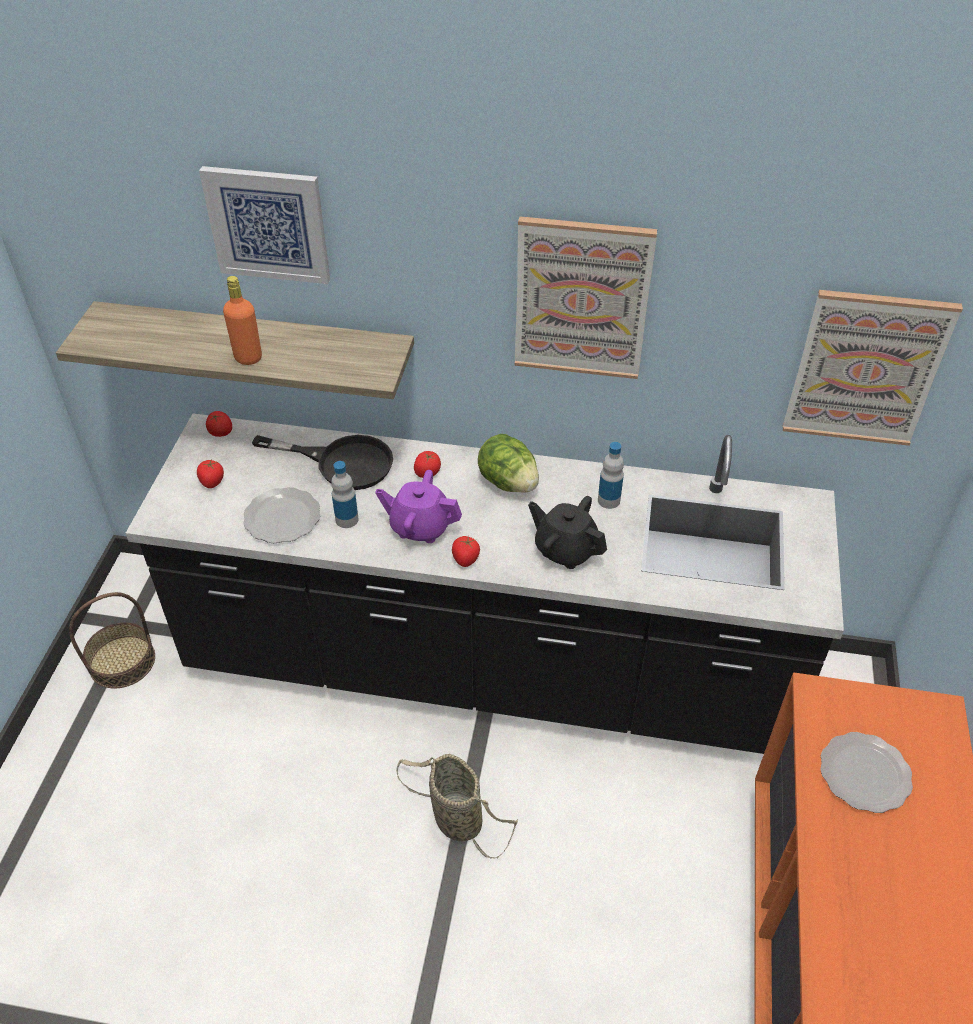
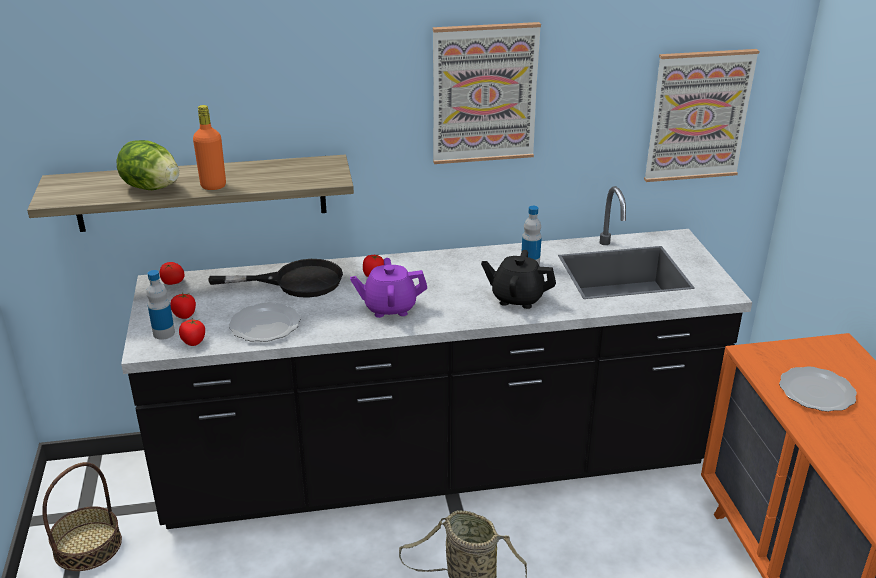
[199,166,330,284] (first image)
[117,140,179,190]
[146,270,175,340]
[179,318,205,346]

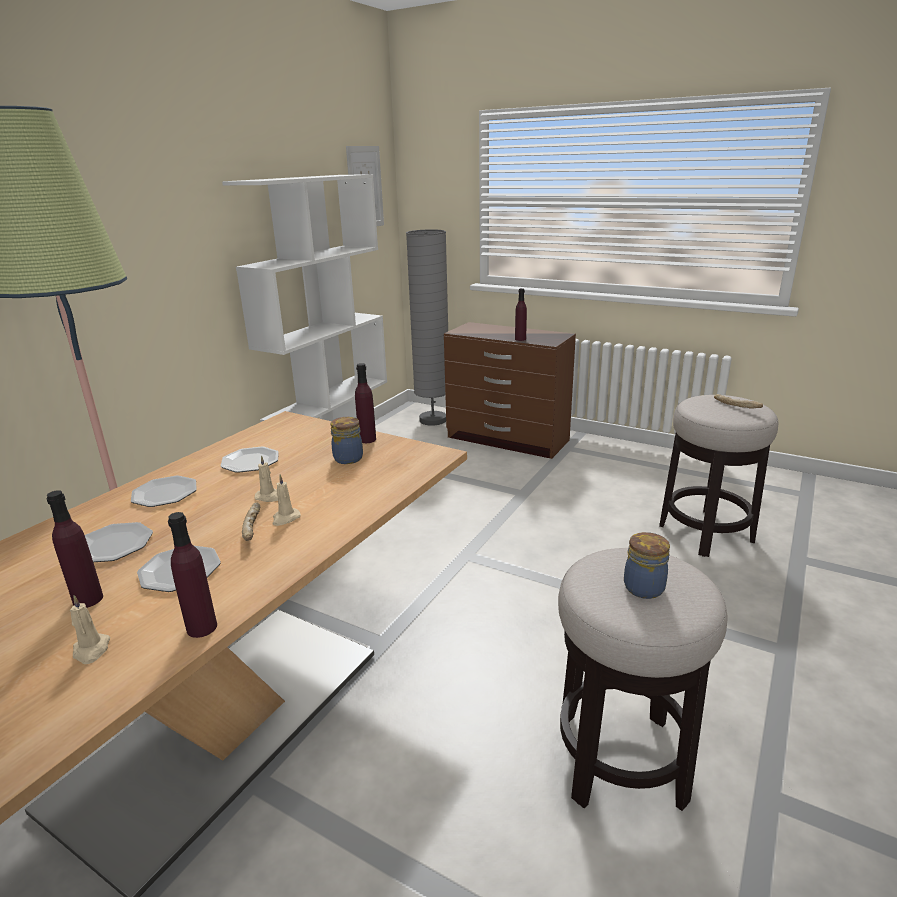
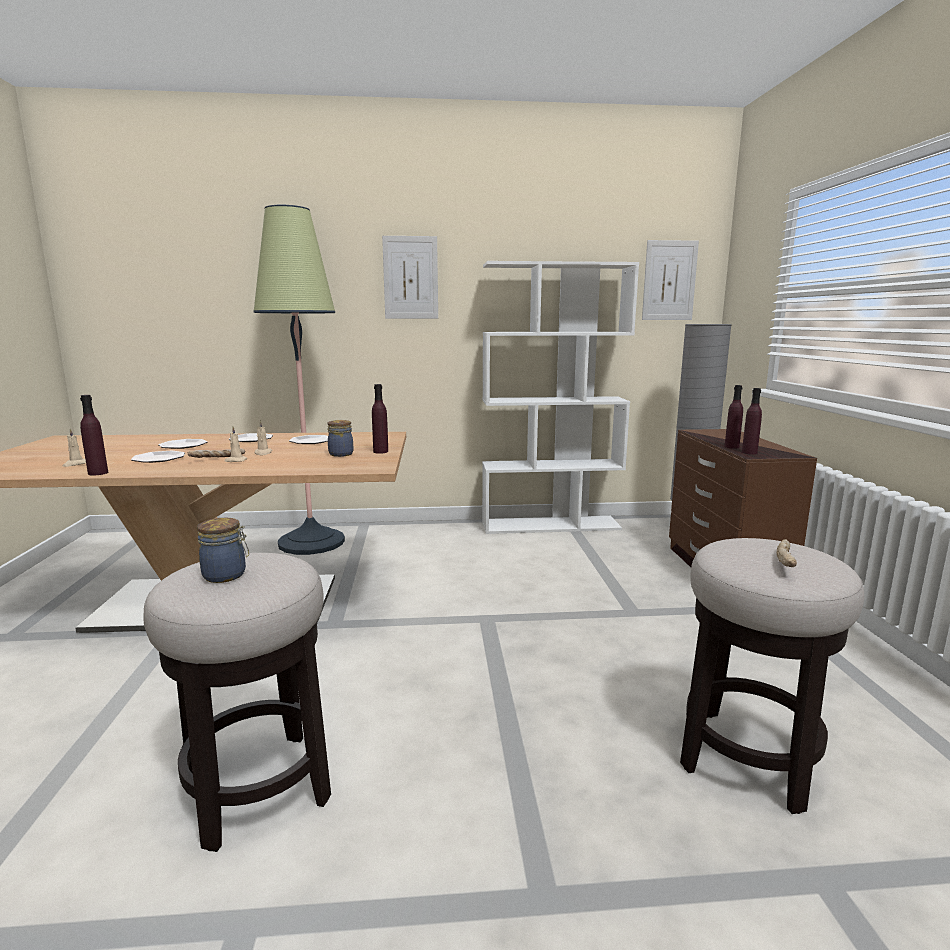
[742,388,762,454]
[382,236,438,319]

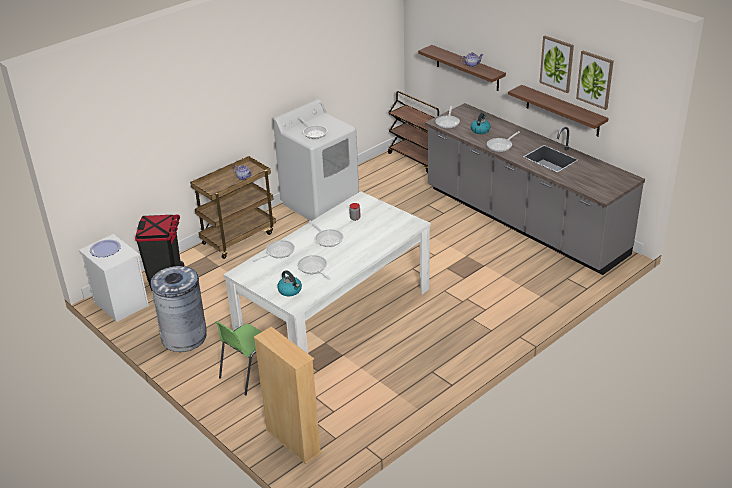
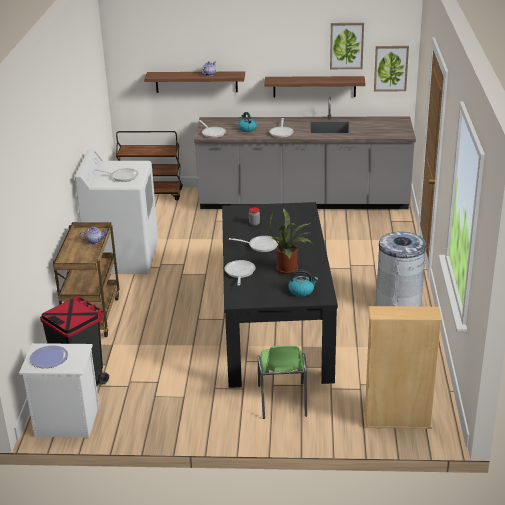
[374,46,409,92]
[222,202,338,388]
[269,208,312,274]
[376,232,426,307]

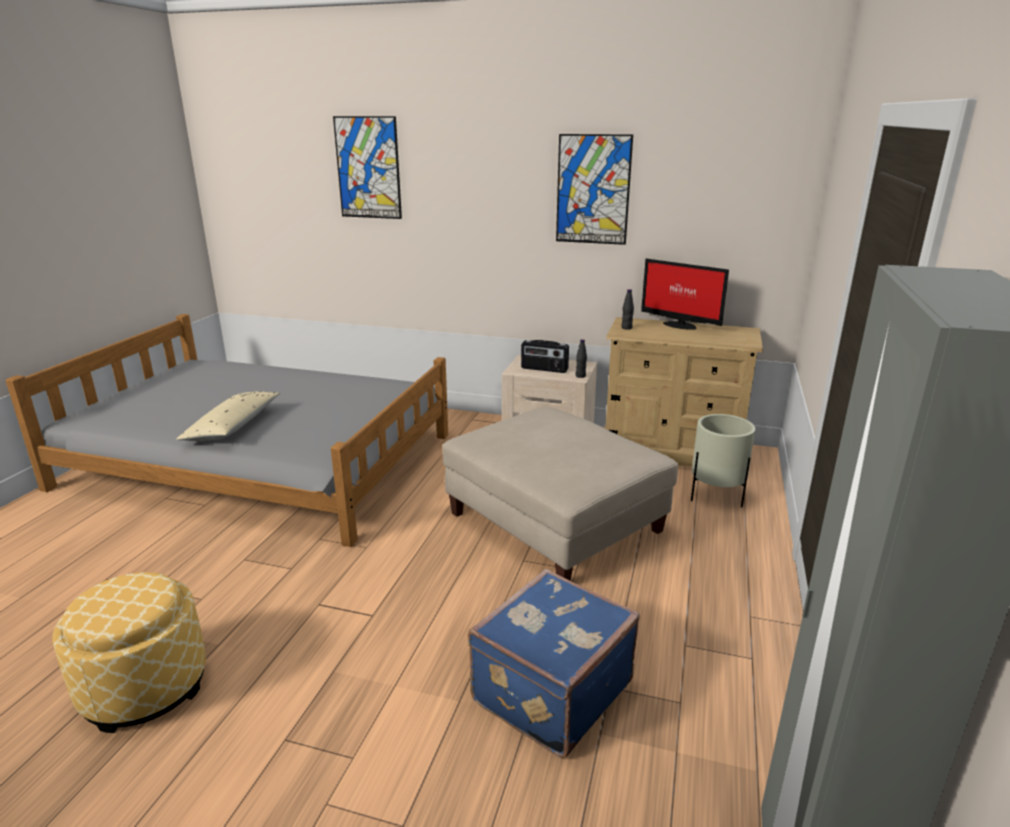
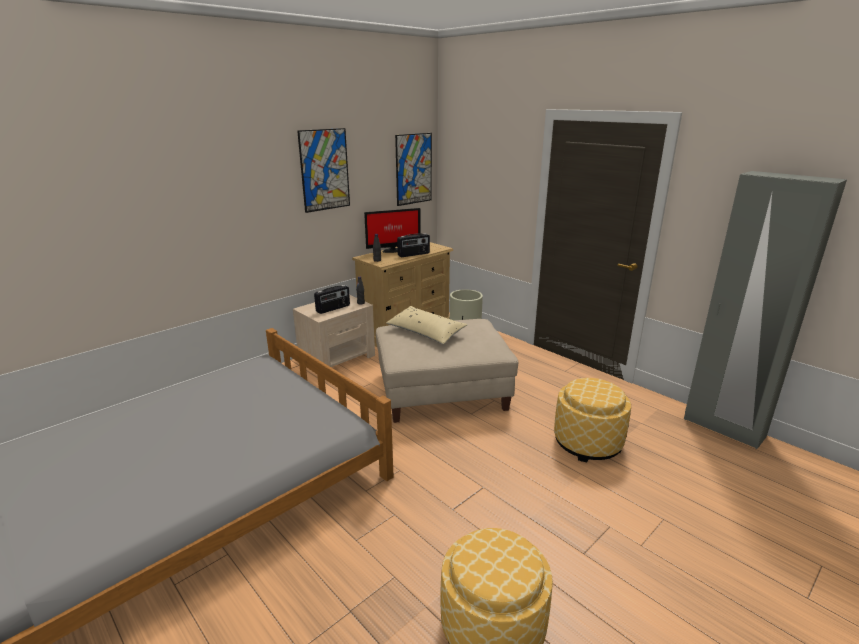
[395,133,432,206]
[386,306,467,344]
[554,378,631,462]
[397,233,430,257]

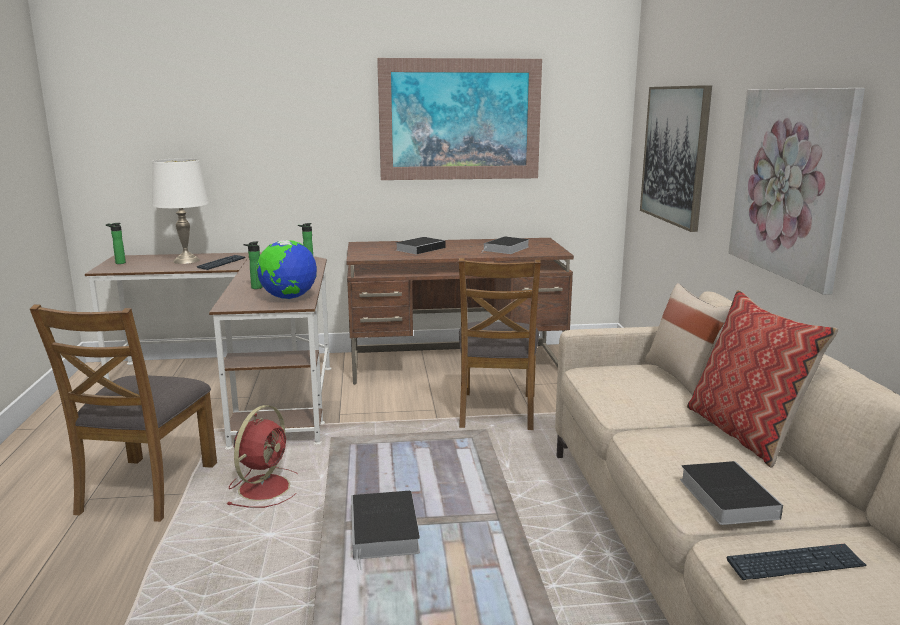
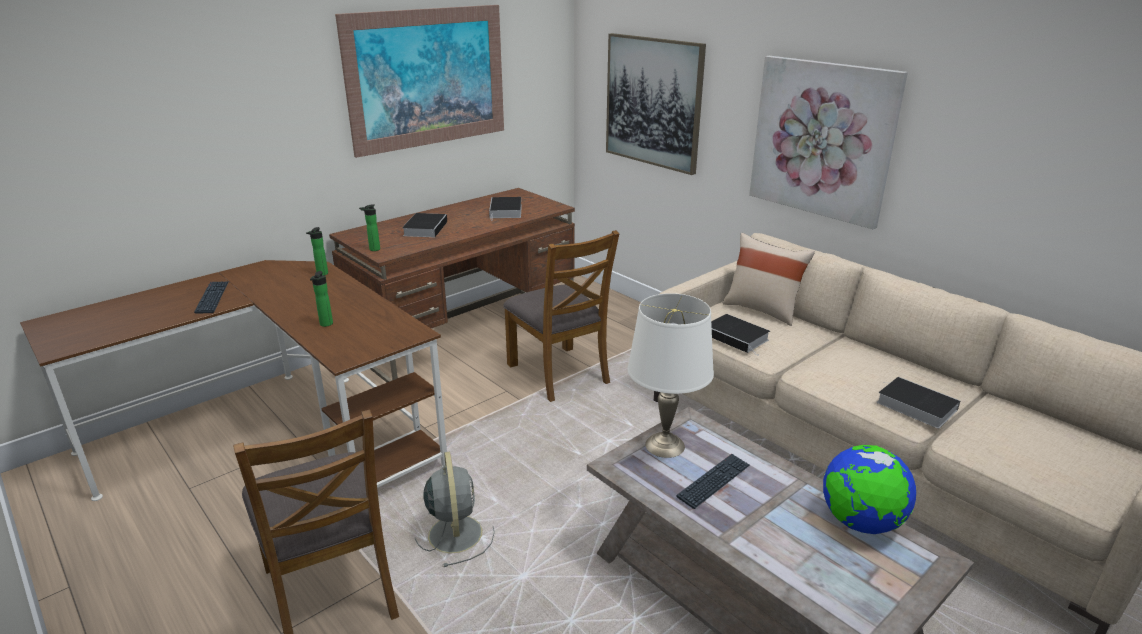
[627,293,714,458]
[359,205,380,251]
[823,445,916,534]
[687,290,838,468] (first image)
[415,452,495,567]
[711,314,770,356]
[676,454,750,509]

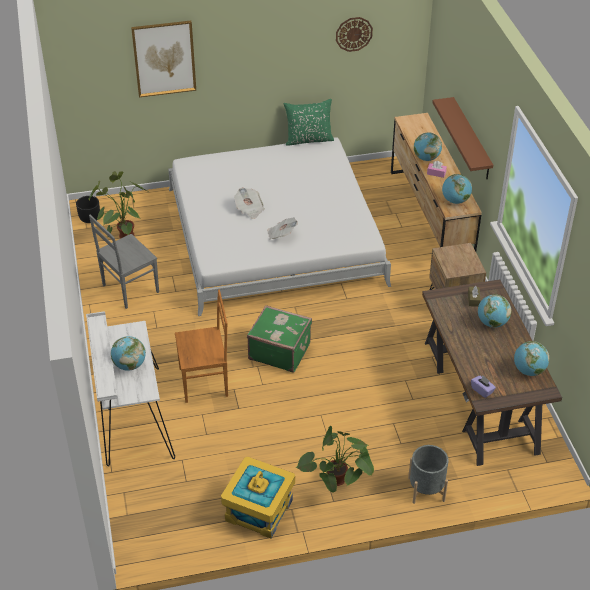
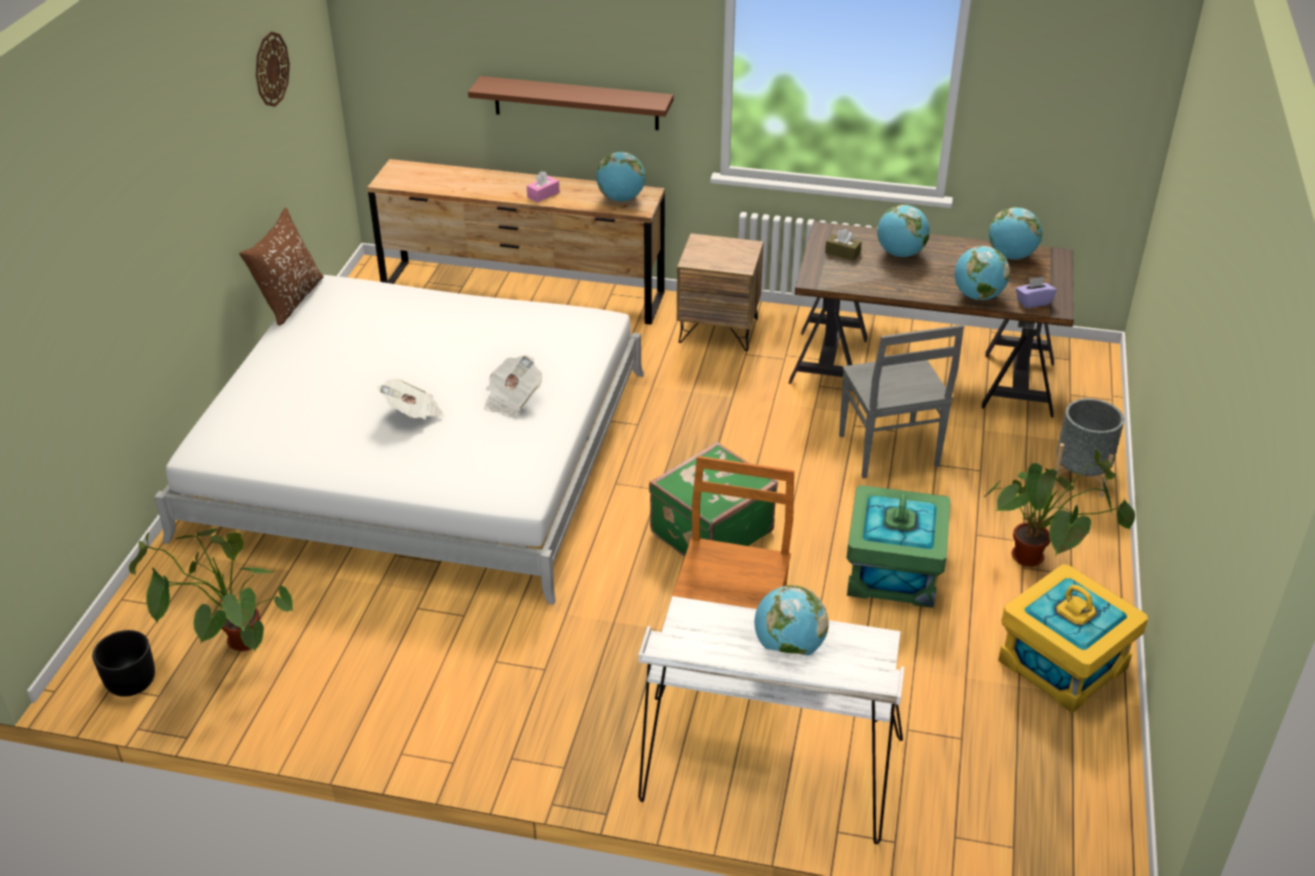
[131,21,196,97] (first image)
[239,208,324,326]
[955,246,1010,300]
[839,325,964,479]
[846,485,951,608]

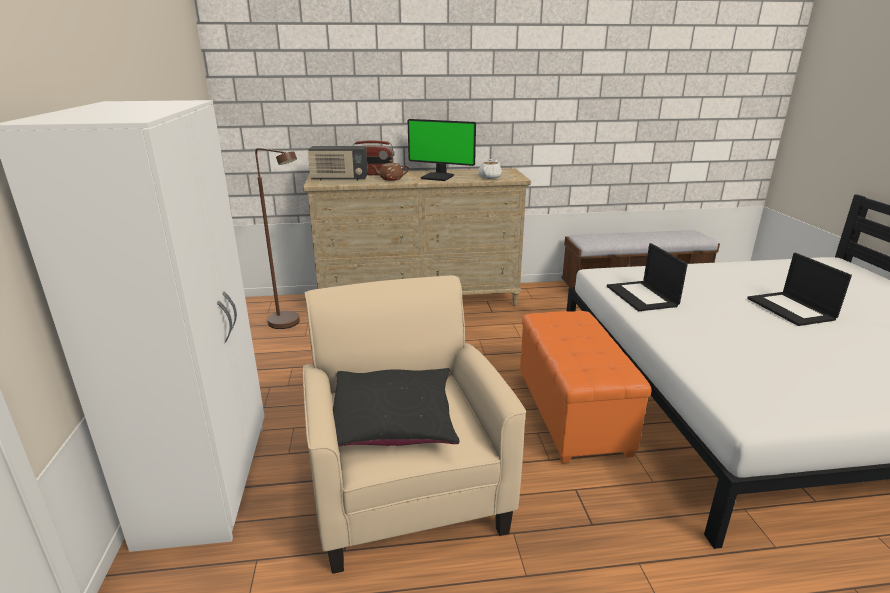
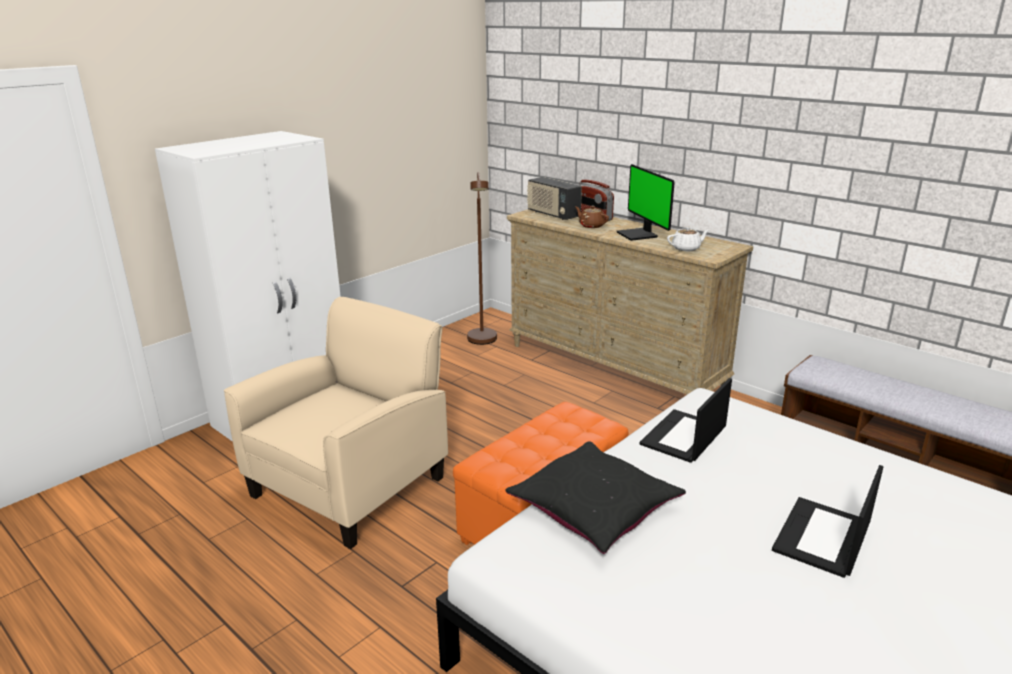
[506,441,686,554]

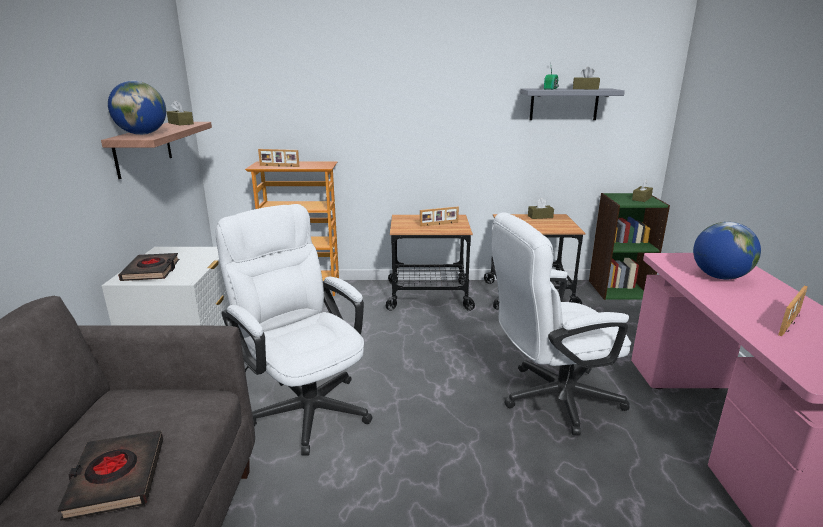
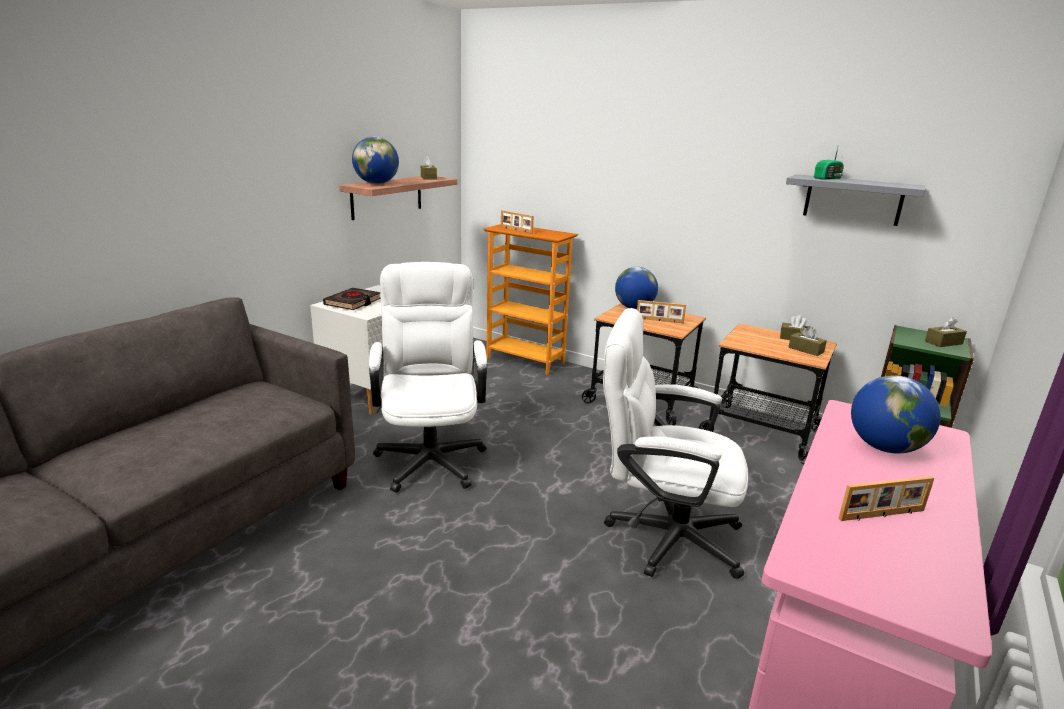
[789,326,827,356]
[58,431,163,521] (first image)
[615,267,658,309]

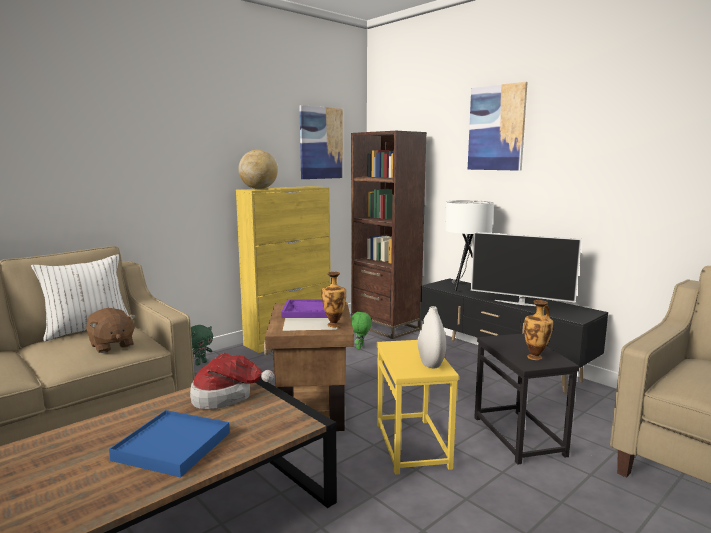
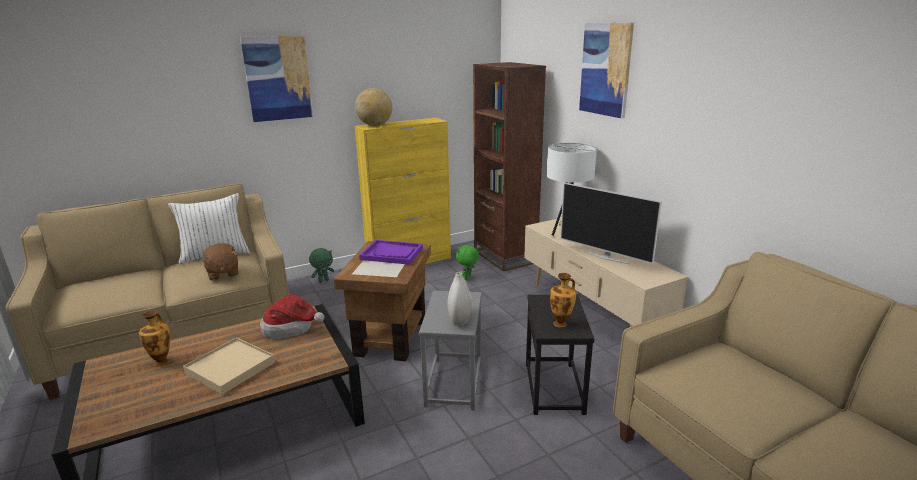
[240,35,313,122]
[139,311,170,367]
[524,218,688,327]
[419,291,482,410]
[183,337,275,395]

